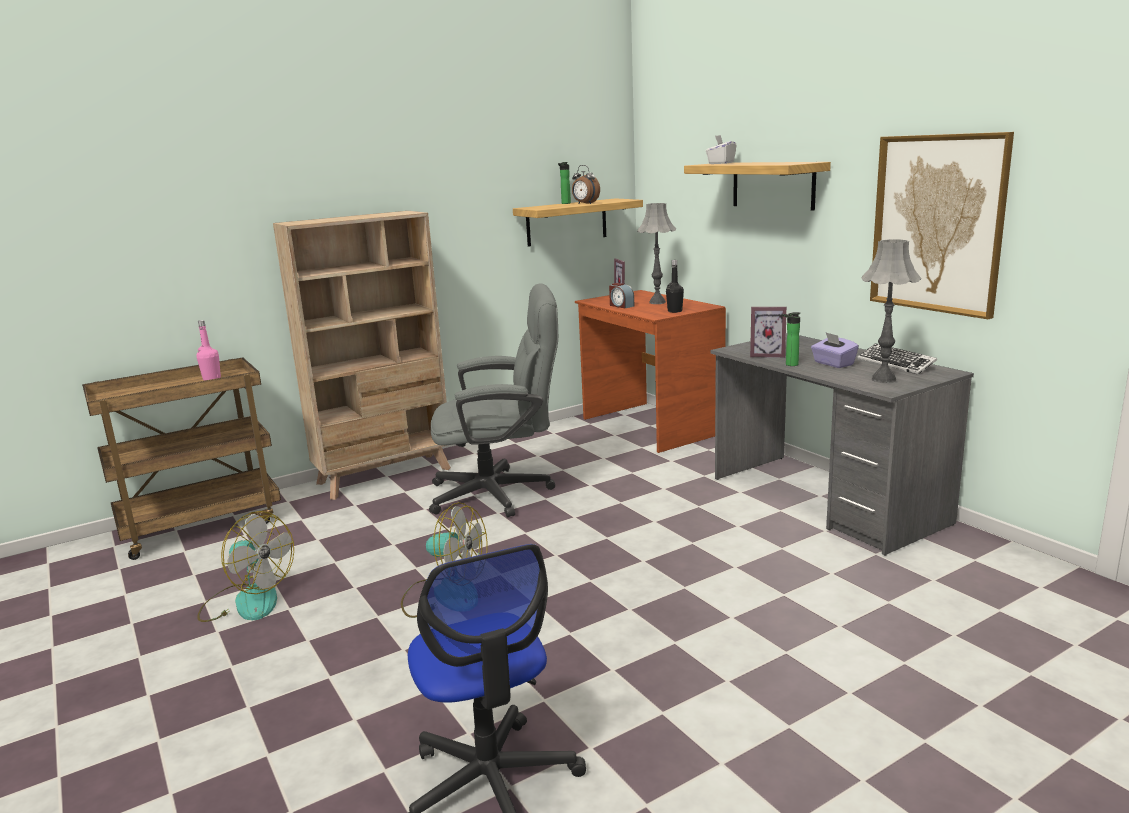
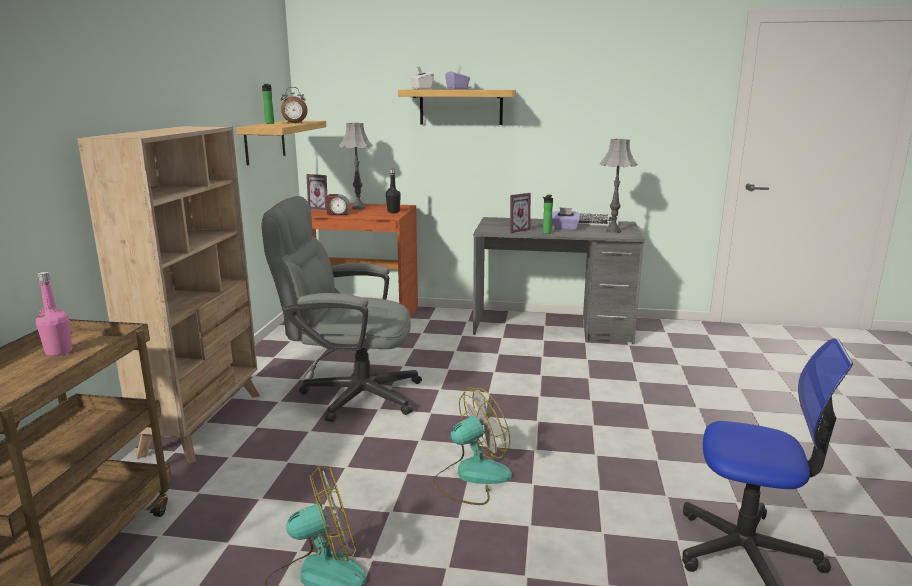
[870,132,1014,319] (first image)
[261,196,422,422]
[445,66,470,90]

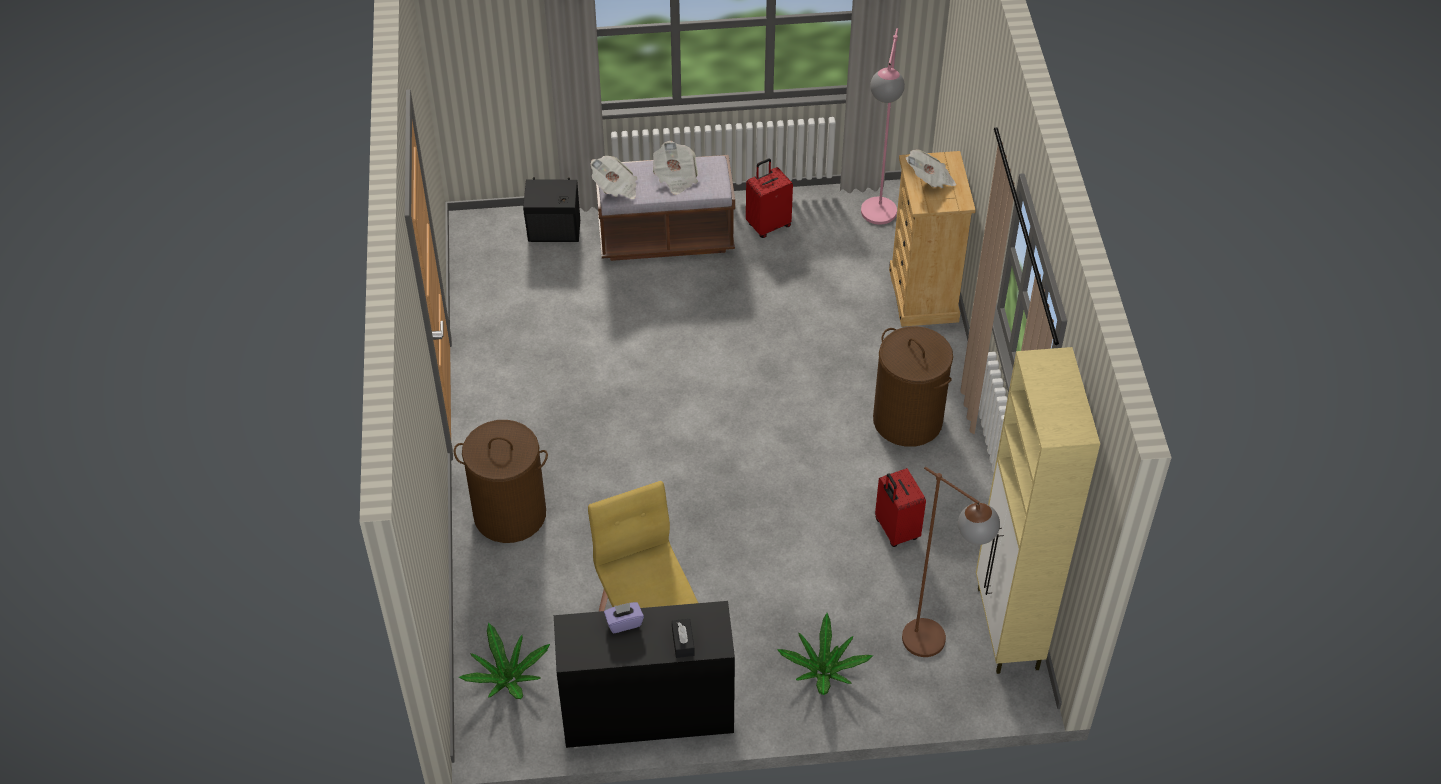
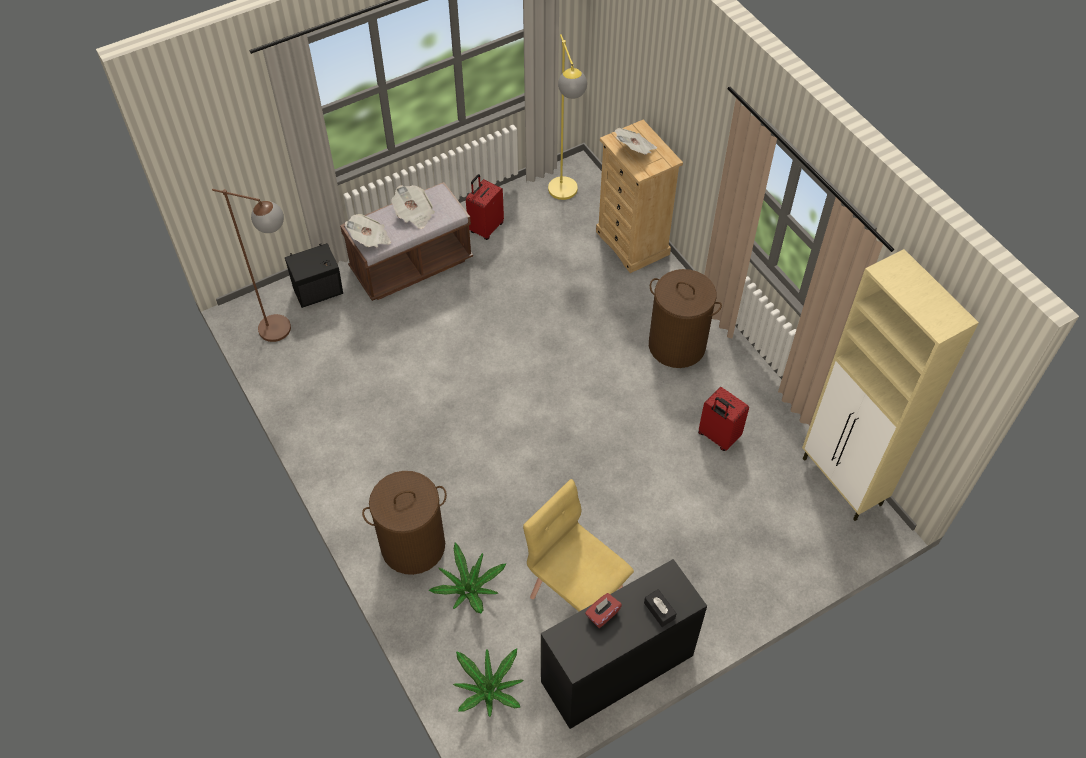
[548,34,587,200]
[212,189,291,342]
[585,593,622,628]
[429,543,507,613]

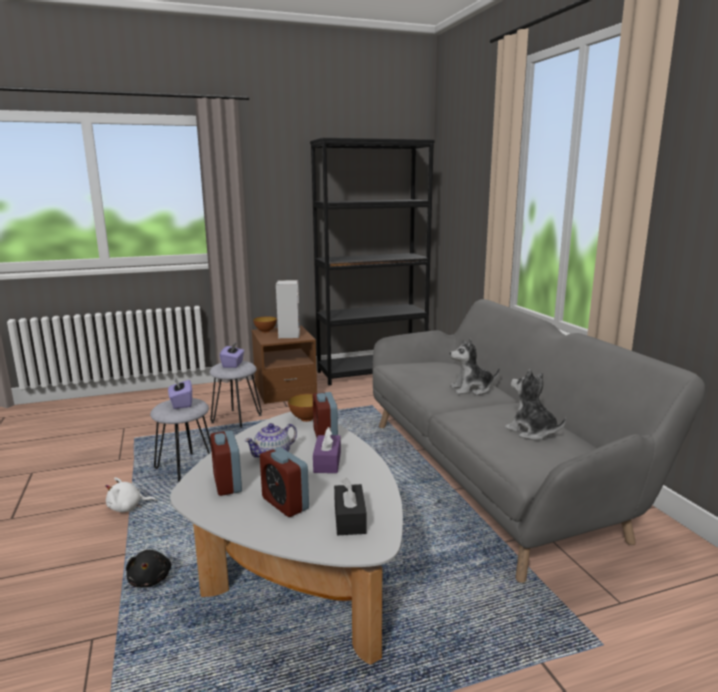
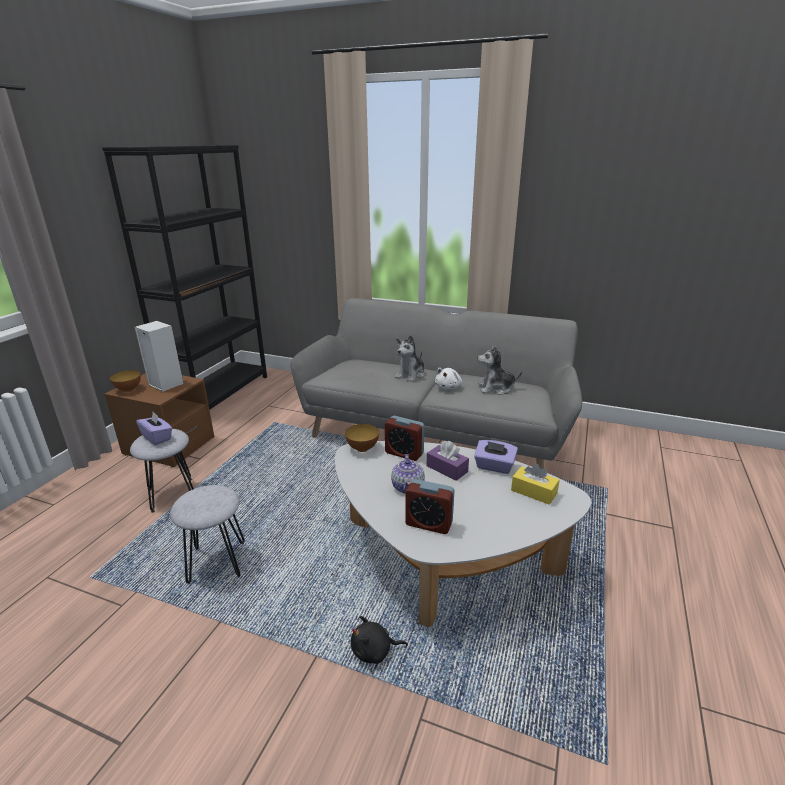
[474,440,518,474]
[260,447,309,517] (first image)
[435,368,462,390]
[511,464,560,505]
[351,616,408,664]

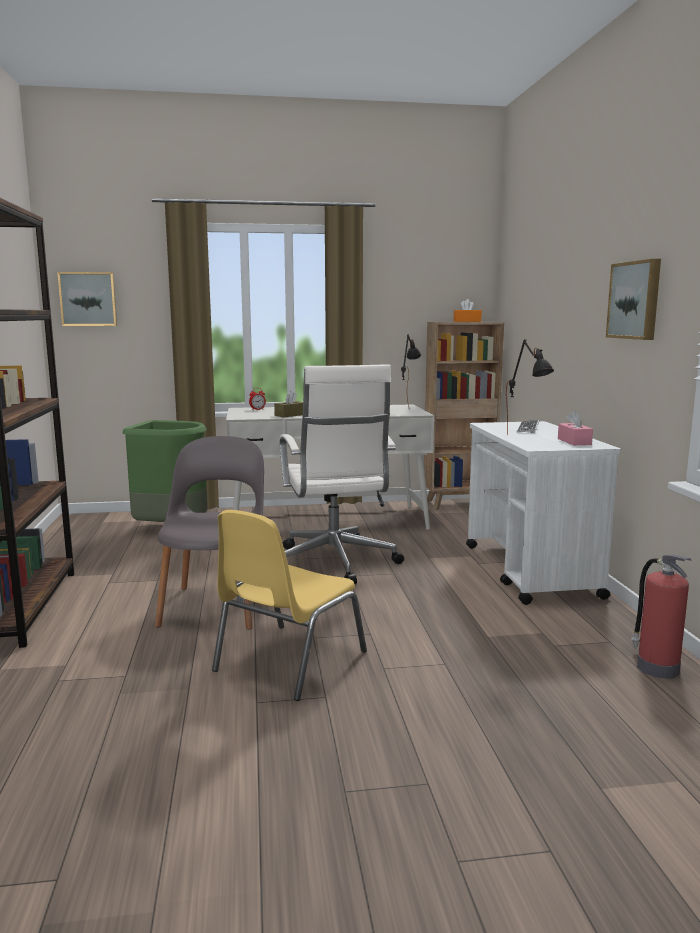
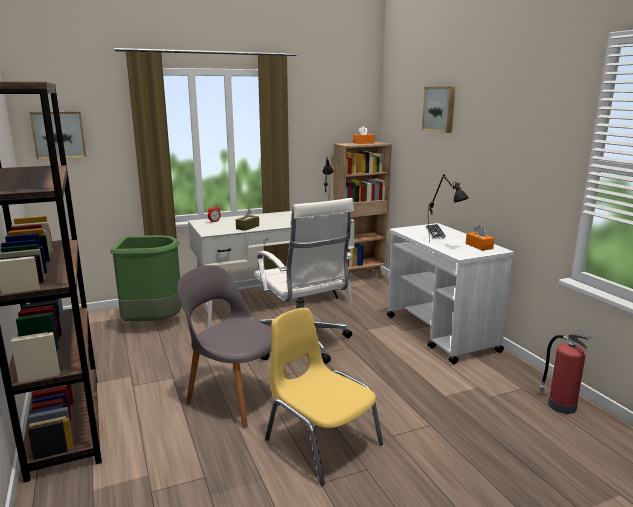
[422,86,455,133]
[466,225,494,251]
[177,265,287,428]
[265,308,383,486]

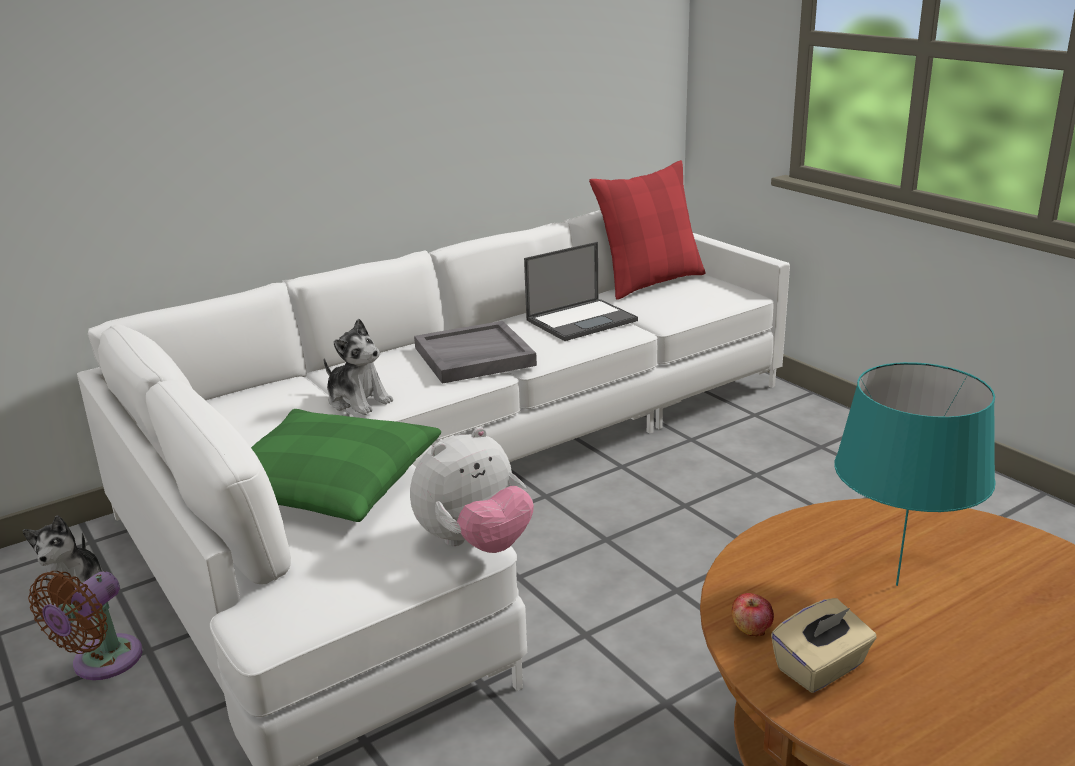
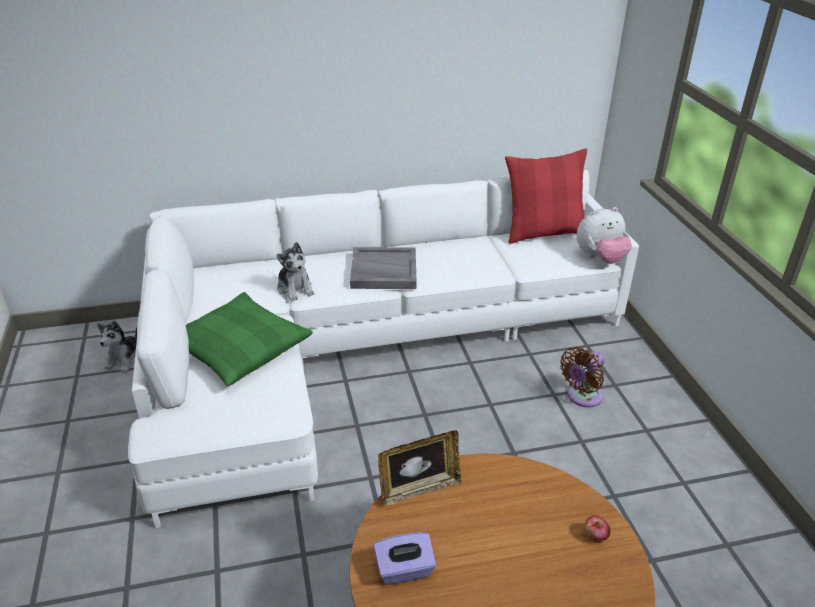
[524,242,638,341] (first image)
[834,362,996,586] (first image)
[576,207,632,264]
[560,347,605,407]
[584,515,611,543]
[373,532,436,585]
[378,430,462,506]

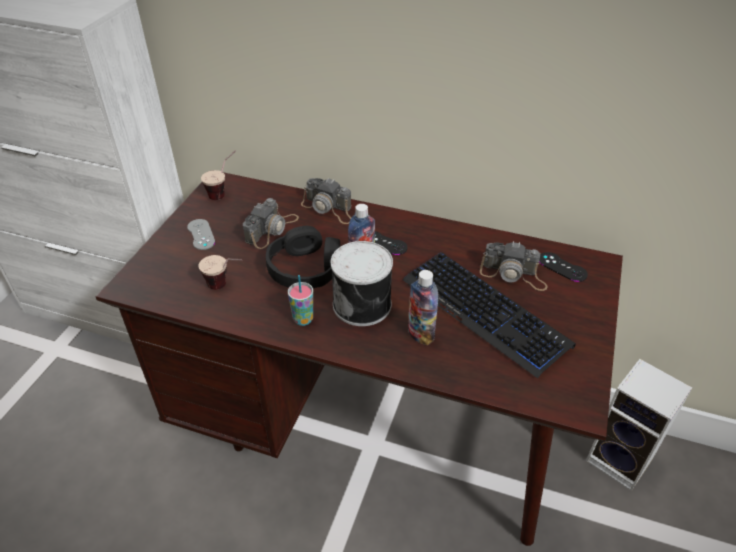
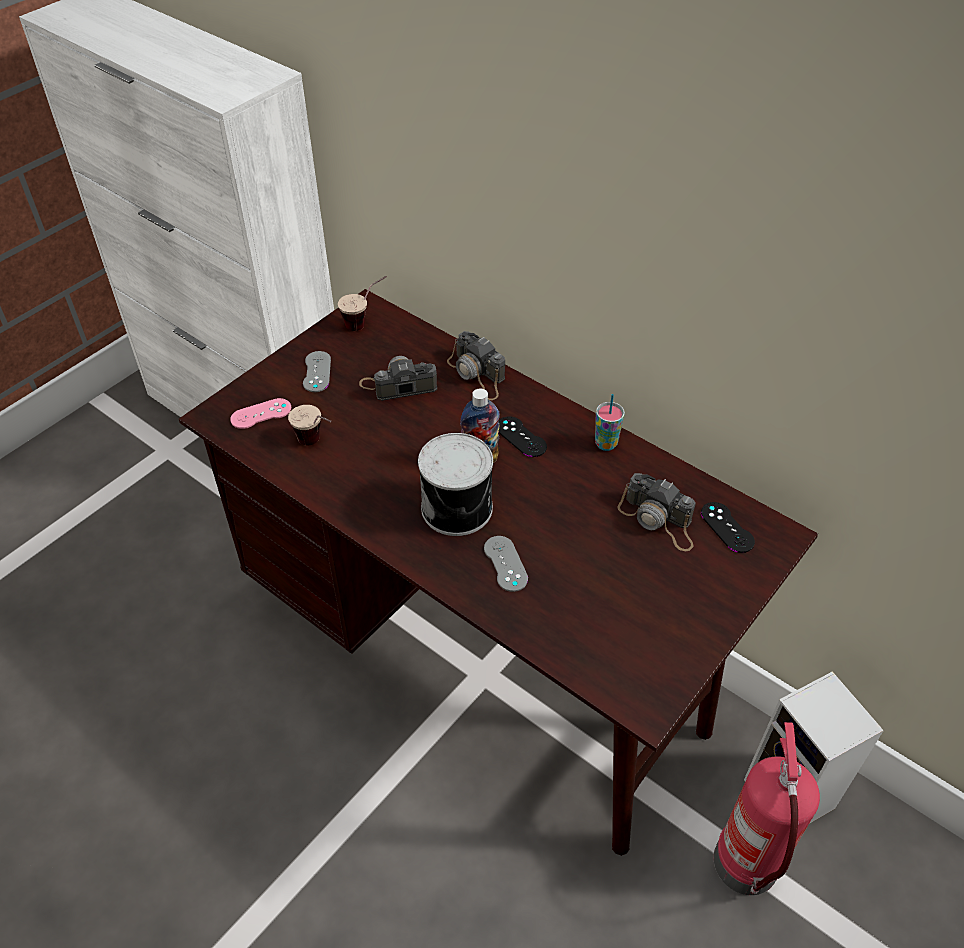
[359,356,437,401]
[266,226,340,288] (first image)
[403,252,576,378] (first image)
[484,536,528,592]
[595,394,625,451]
[230,398,291,429]
[714,722,820,895]

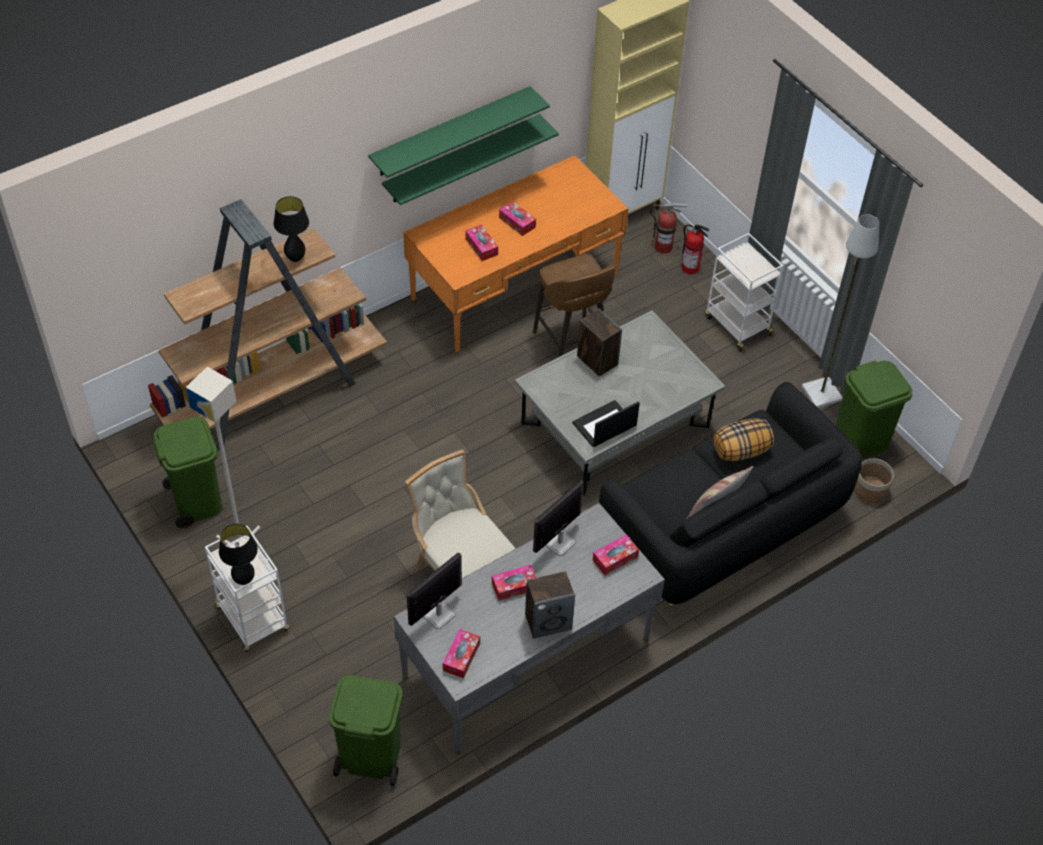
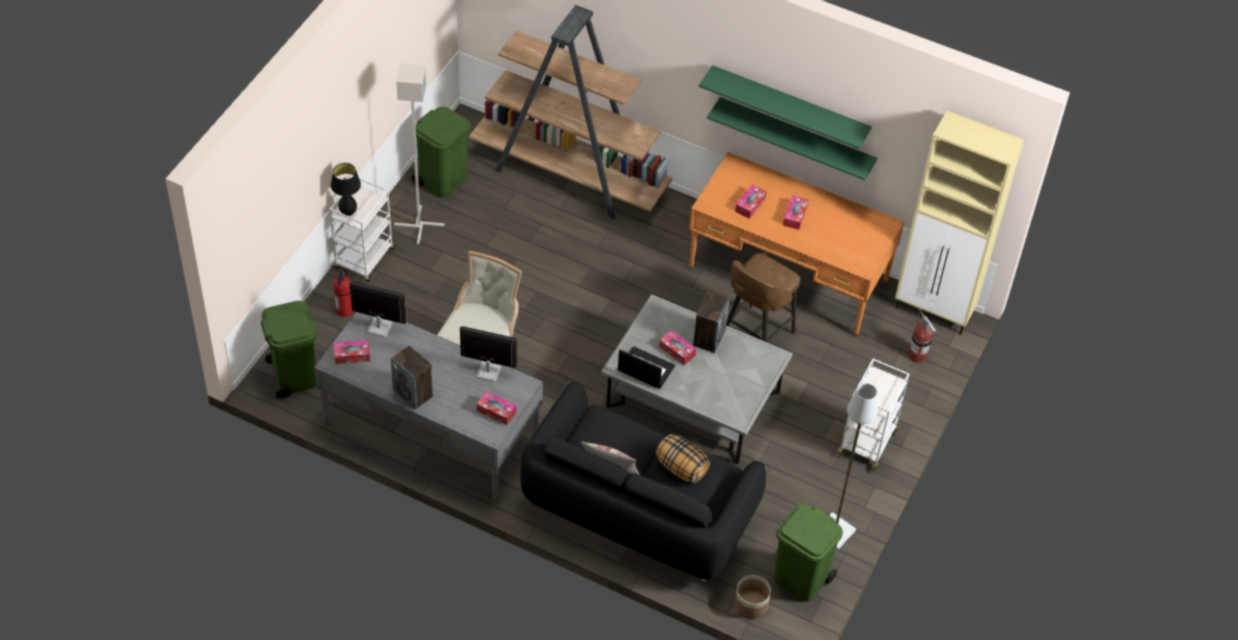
[274,196,309,262] (first image)
[334,268,353,317]
[659,330,696,365]

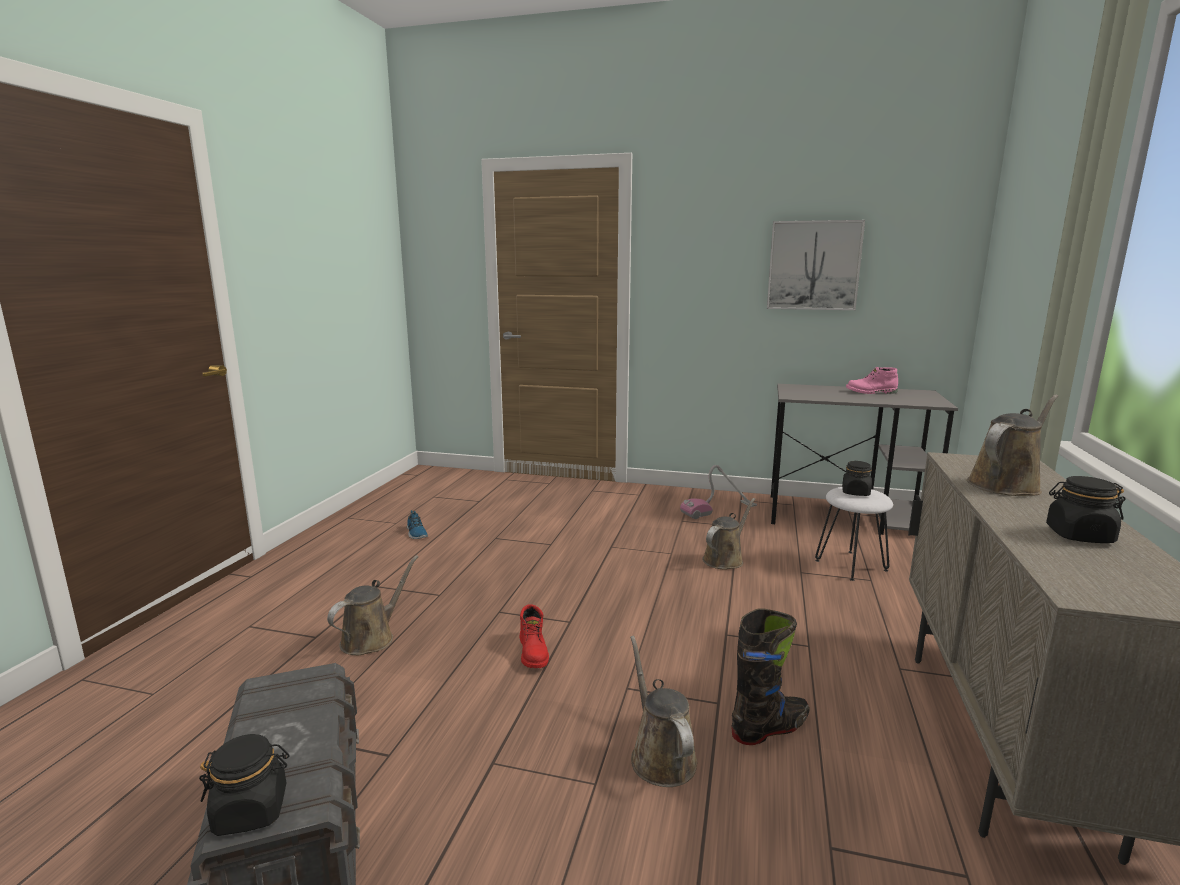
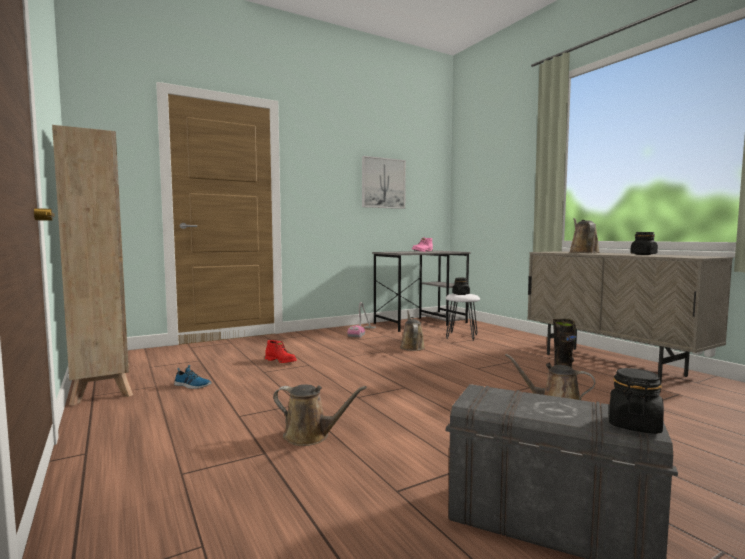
[273,385,367,446]
[265,340,297,363]
[52,125,133,406]

